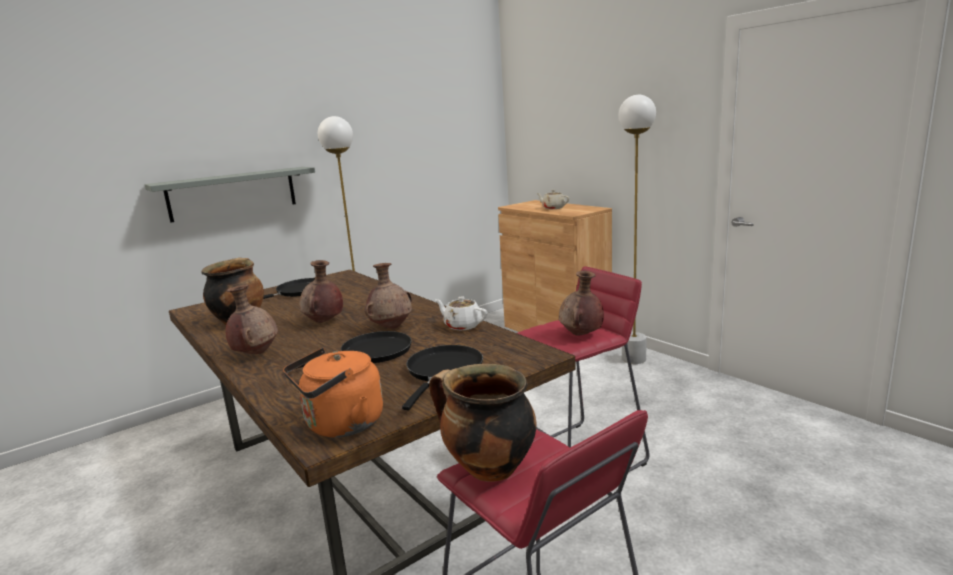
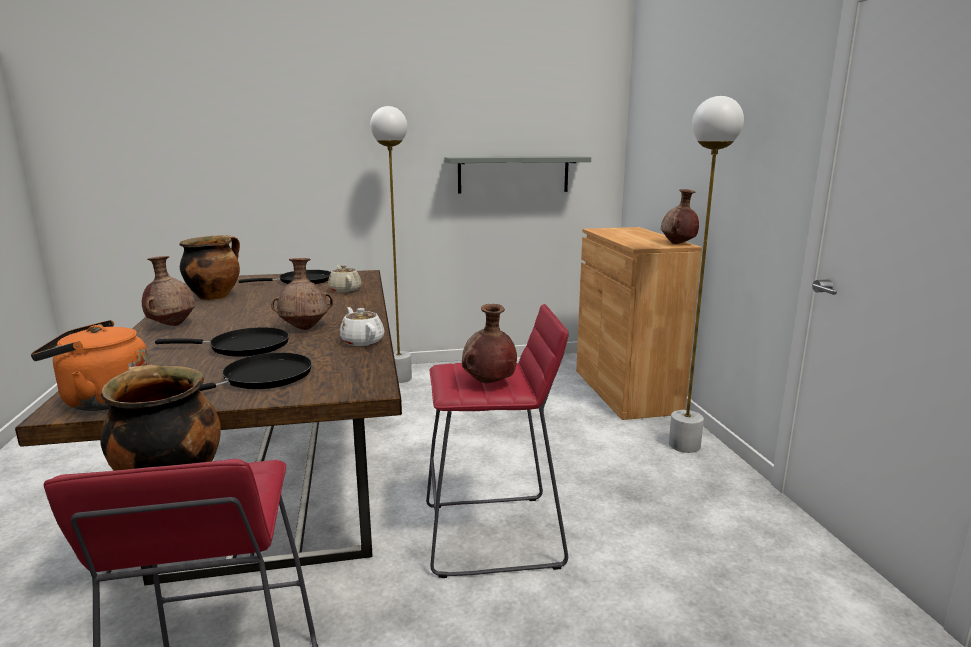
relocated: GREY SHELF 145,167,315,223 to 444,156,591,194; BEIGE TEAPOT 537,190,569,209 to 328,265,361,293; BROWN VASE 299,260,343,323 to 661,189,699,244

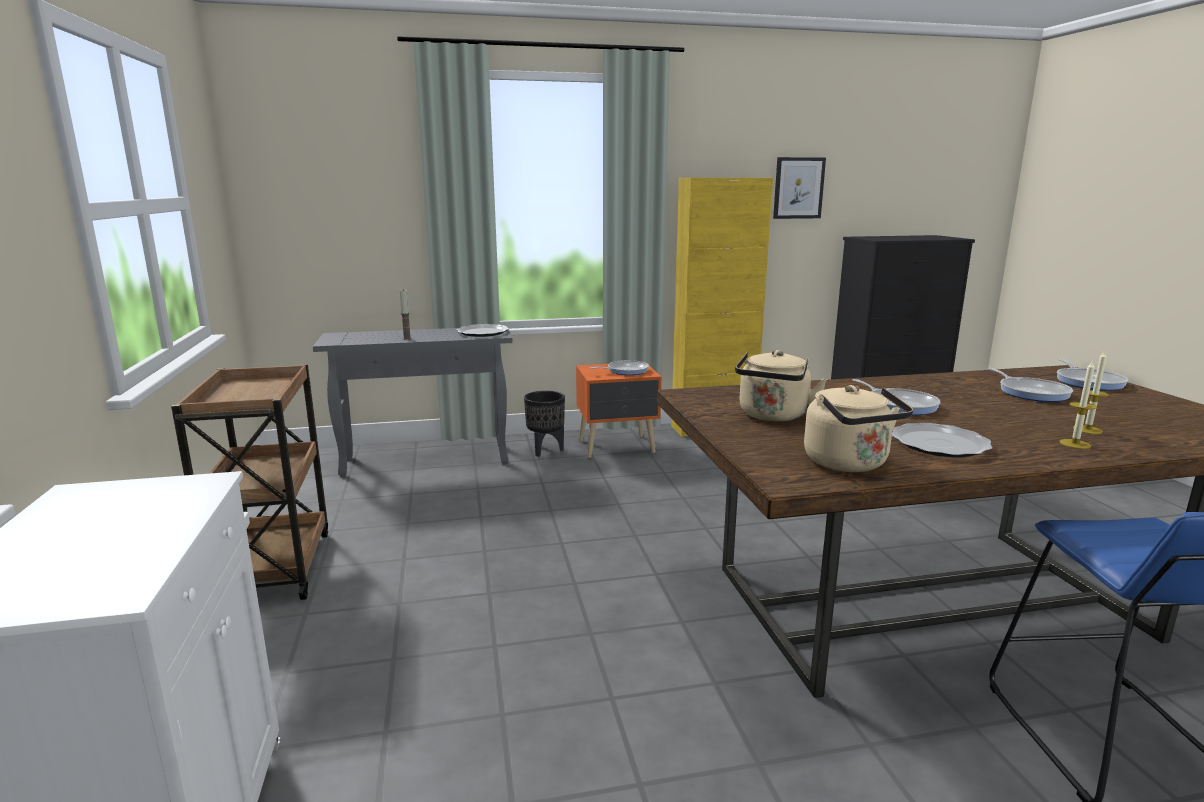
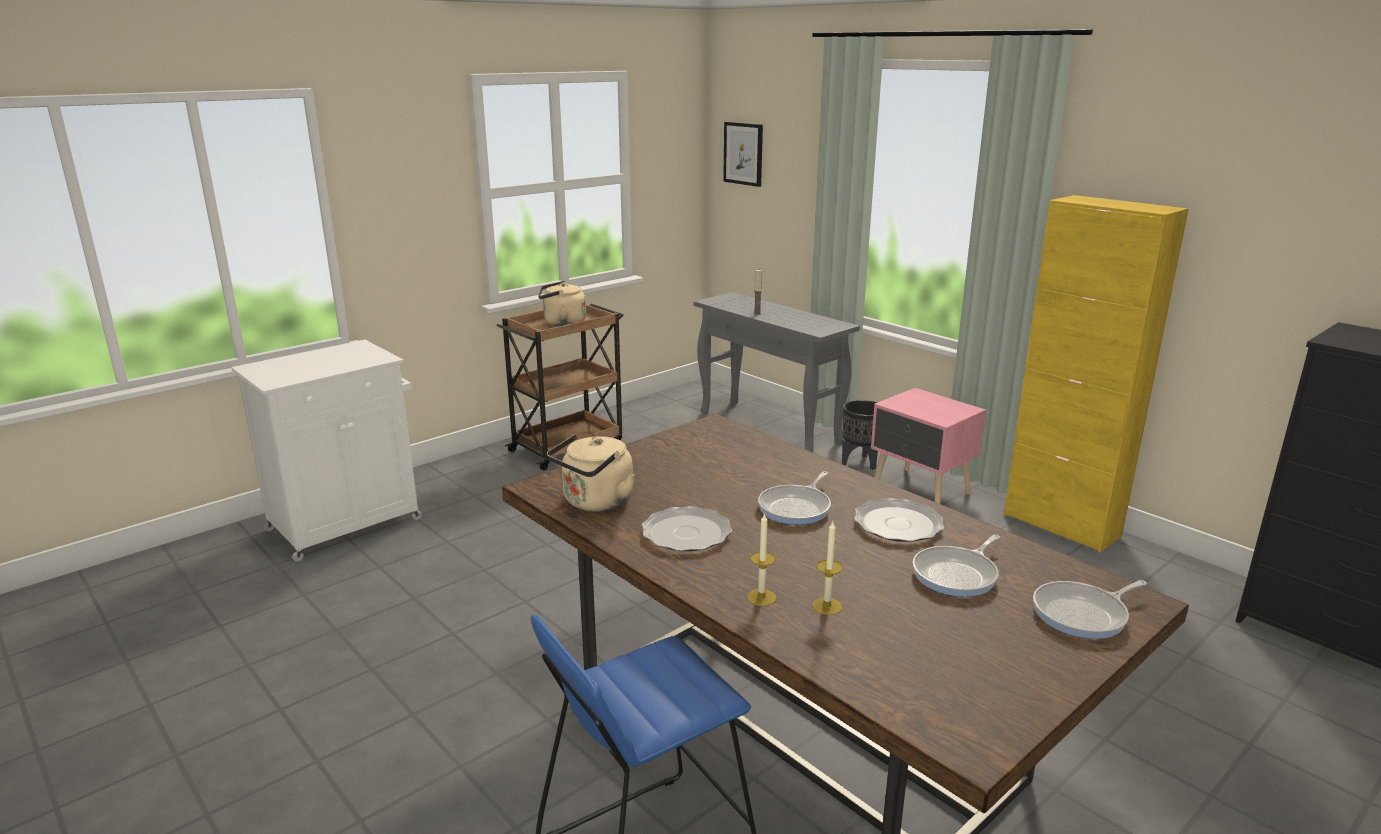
missing: FRYING PAN 590,360,649,375
relocated: PICTURE 773,157,826,219 to 723,122,763,187; PLATE 457,324,509,337 to 854,498,944,542; BEIGE KETTLE 735,350,827,422 to 538,281,586,326
colour: ORANGE NIGHTSTAND 576,362,661,458 to PINK NIGHTSTAND 871,388,986,504

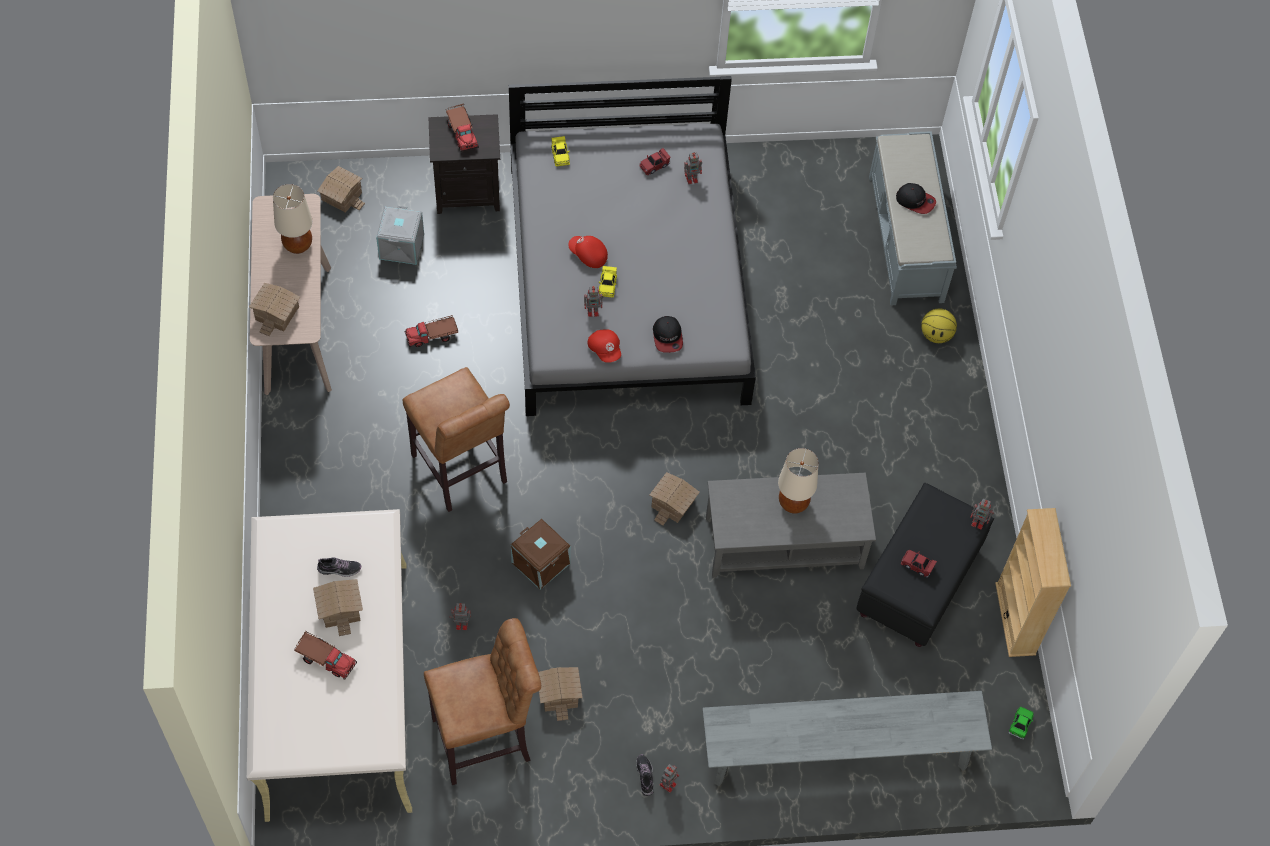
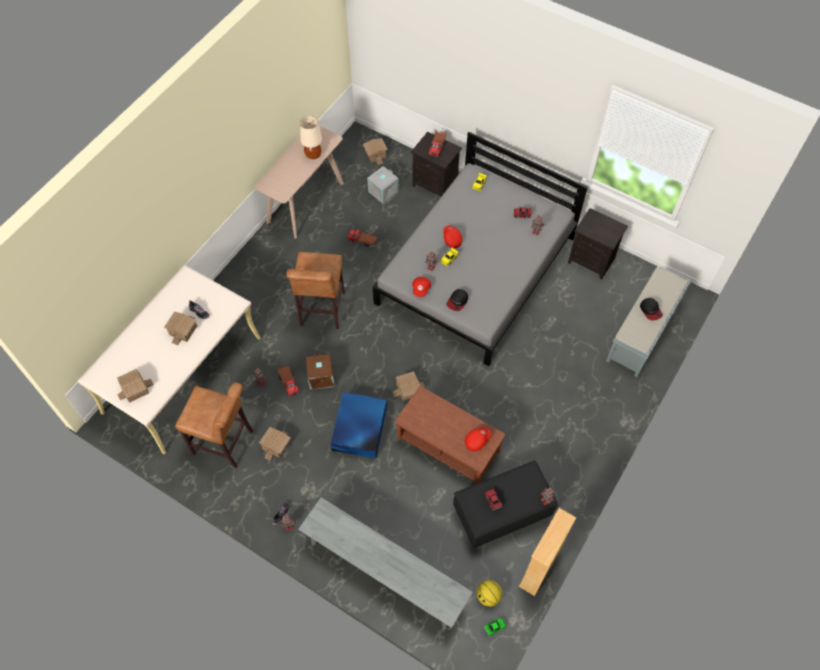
missing: BEIGE TABLE LAMP 778,448,819,514
appeared: BLACK NIGHTSTAND 568,208,628,279; BLUE STORAGE BOX 331,392,387,458; RED CAP 465,428,491,451
relocated: TOY HOUSE 249,283,300,336 to 117,369,154,403; BASKETBALL 921,308,957,343 to 477,580,502,607; TOY TRUCK 294,631,357,679 to 277,364,300,397
colour: GREY COFFEE TABLE 706,473,876,578 to BROWN COFFEE TABLE 395,386,506,484

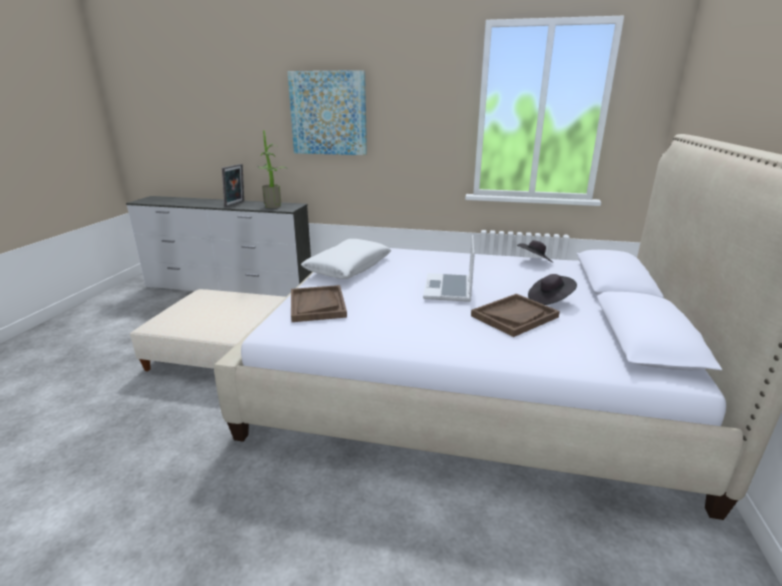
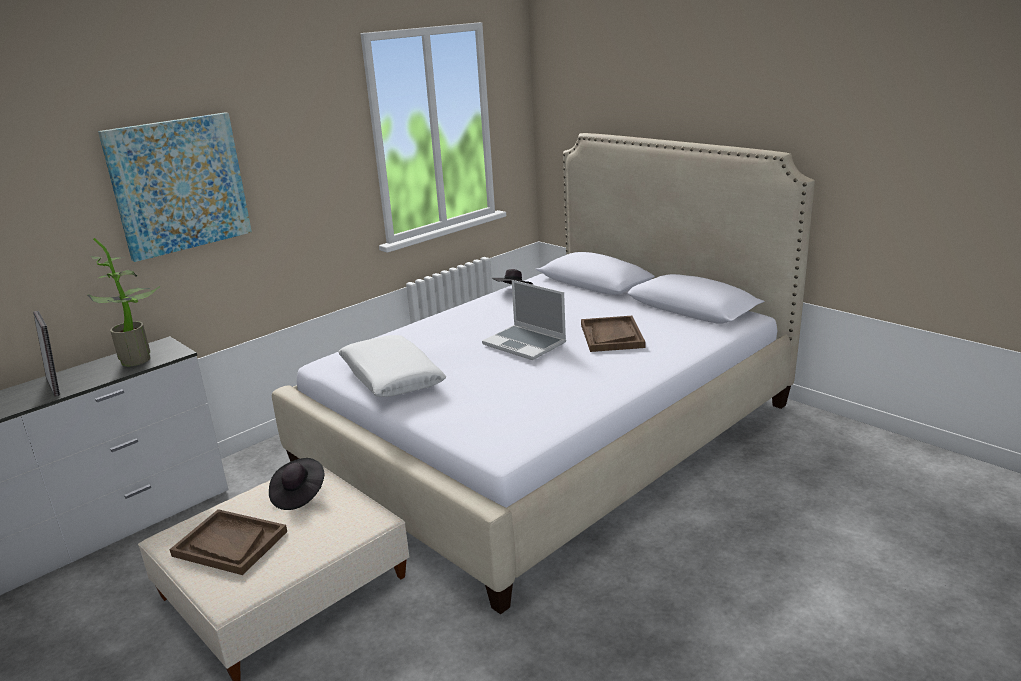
relocated: BLACK HAT 528,274,577,305 to 269,458,324,510; BROWN TRAY 291,285,347,322 to 170,509,287,575

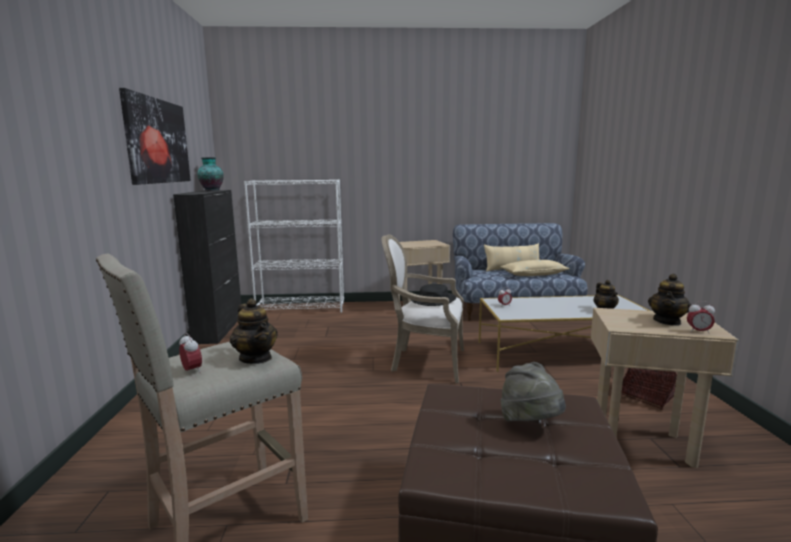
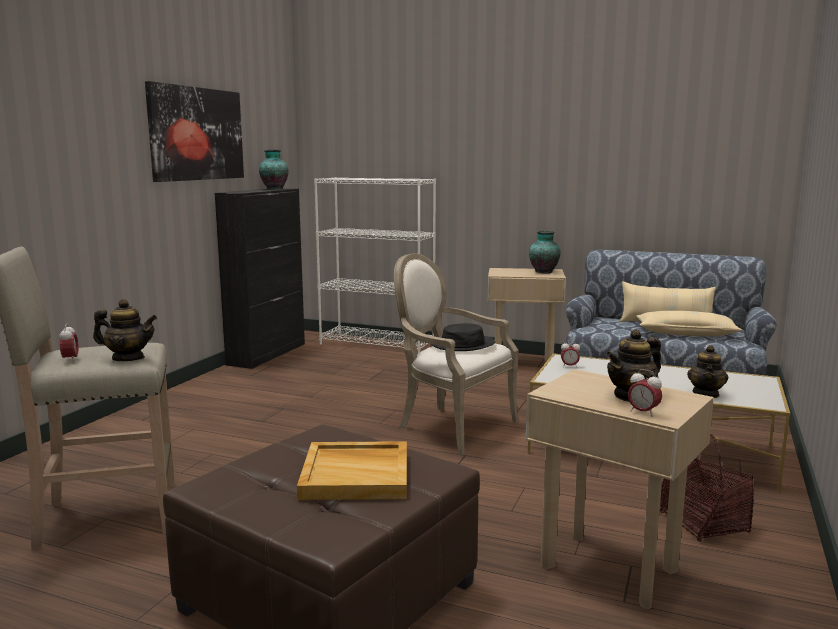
appeared: VASE 529,231,560,274
exchanged: GREY HAT 500,362,566,421 to BEIGE TRAY 297,441,407,500
spun: TEAPOT 230,298,278,364 = 93,299,157,361 75 degrees counterclockwise

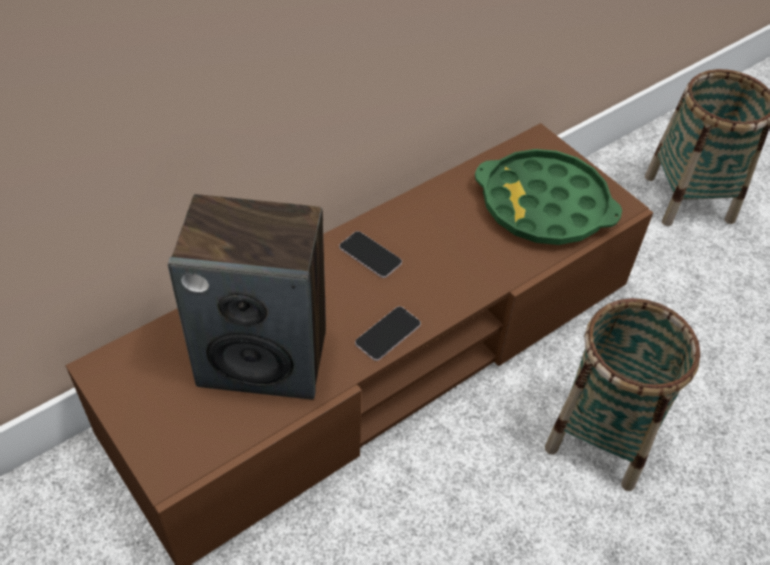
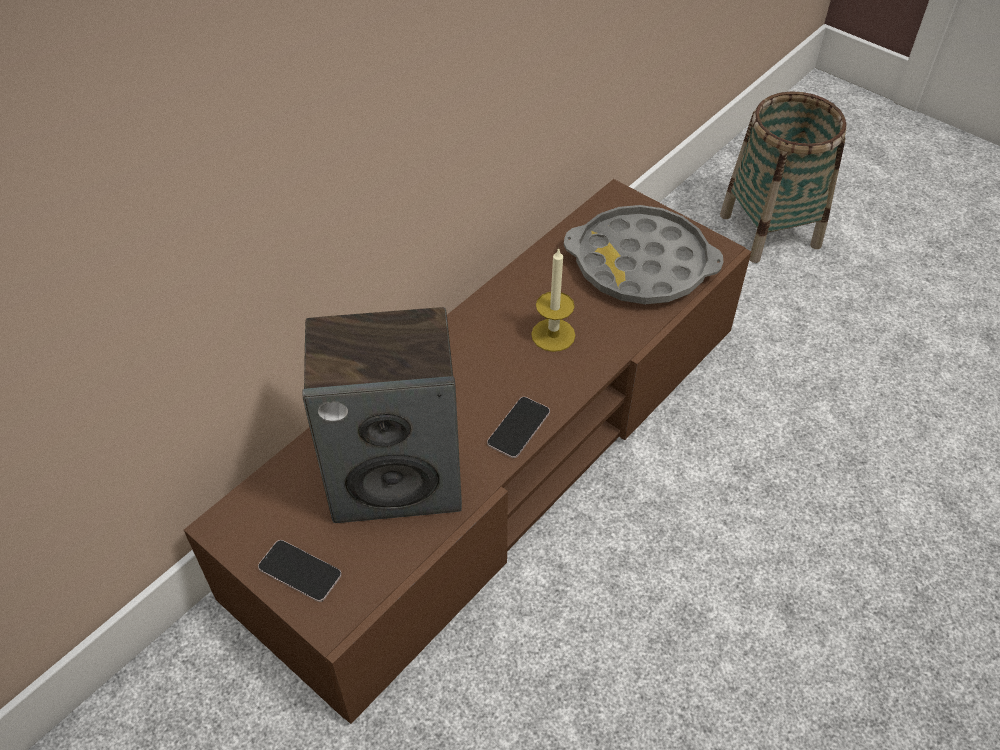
missing: BASKET 545,298,700,491
appeared: CANDLE 531,248,575,352
relocated: PHONE 339,231,402,278 to 258,540,342,602
colour: GREEN TRAY 475,149,622,245 to GREY TRAY 564,205,723,304

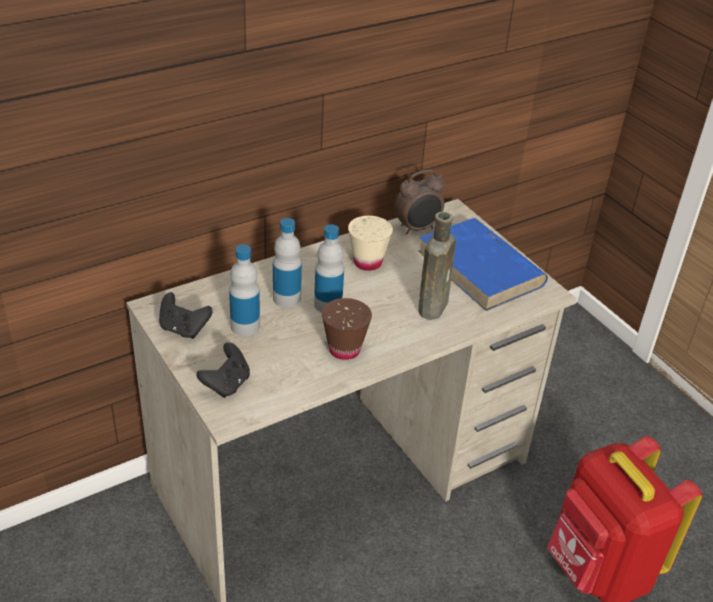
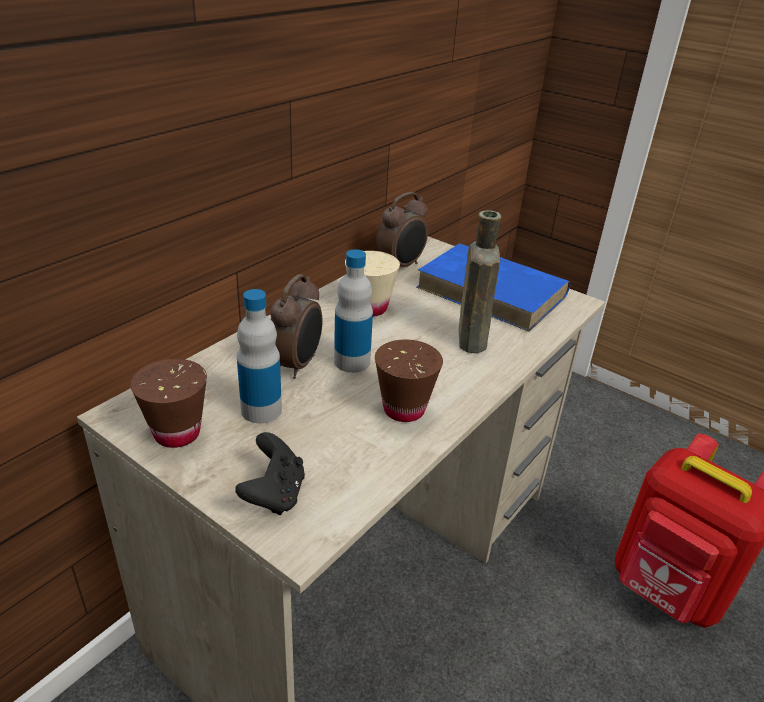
exchanged: BOTTLE 273,218,302,307 to ALARM CLOCK 270,274,322,379; BLACK GAME CONTROLLER 159,292,213,339 to BROWN CUP 130,359,207,448

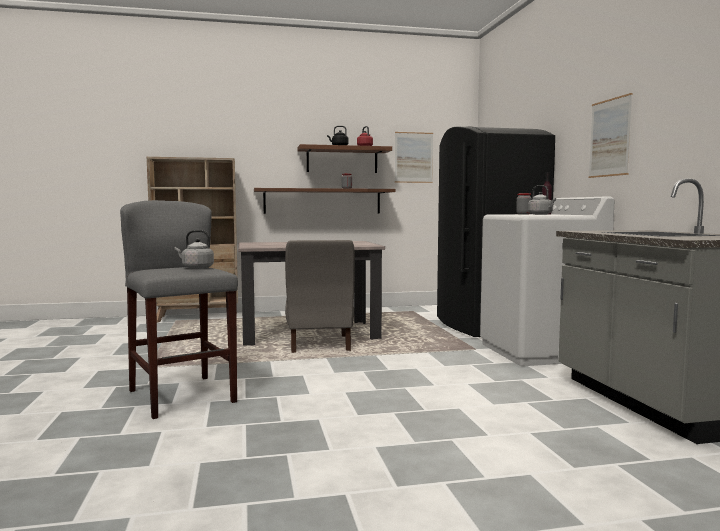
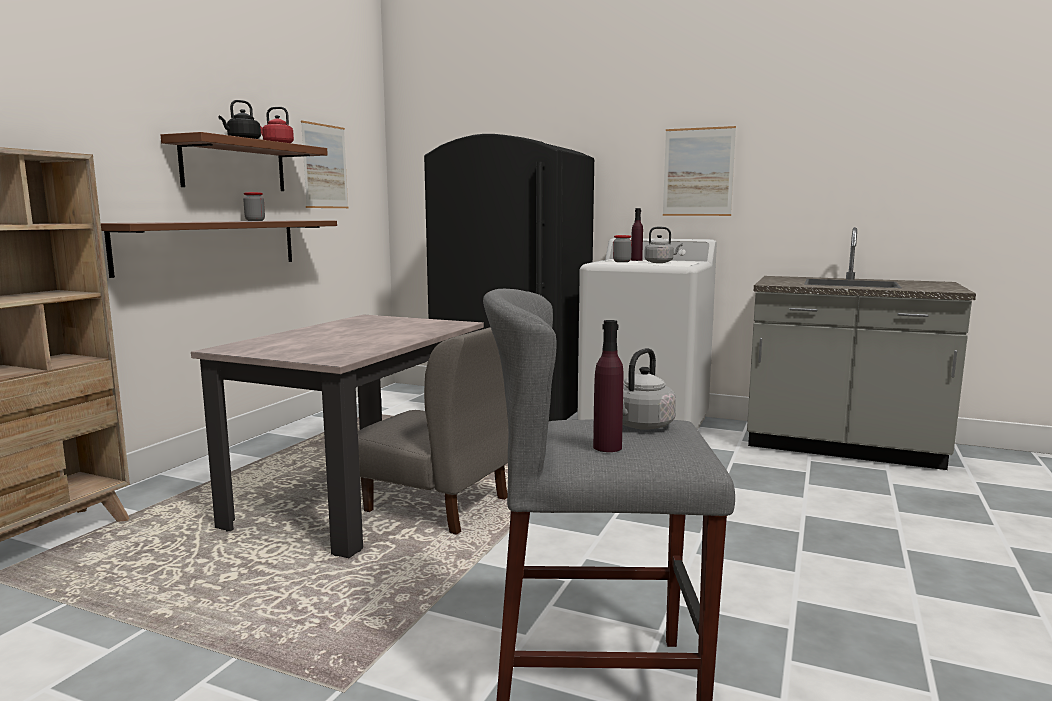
appeared: PURPLE BOTTLE 593,320,624,452

